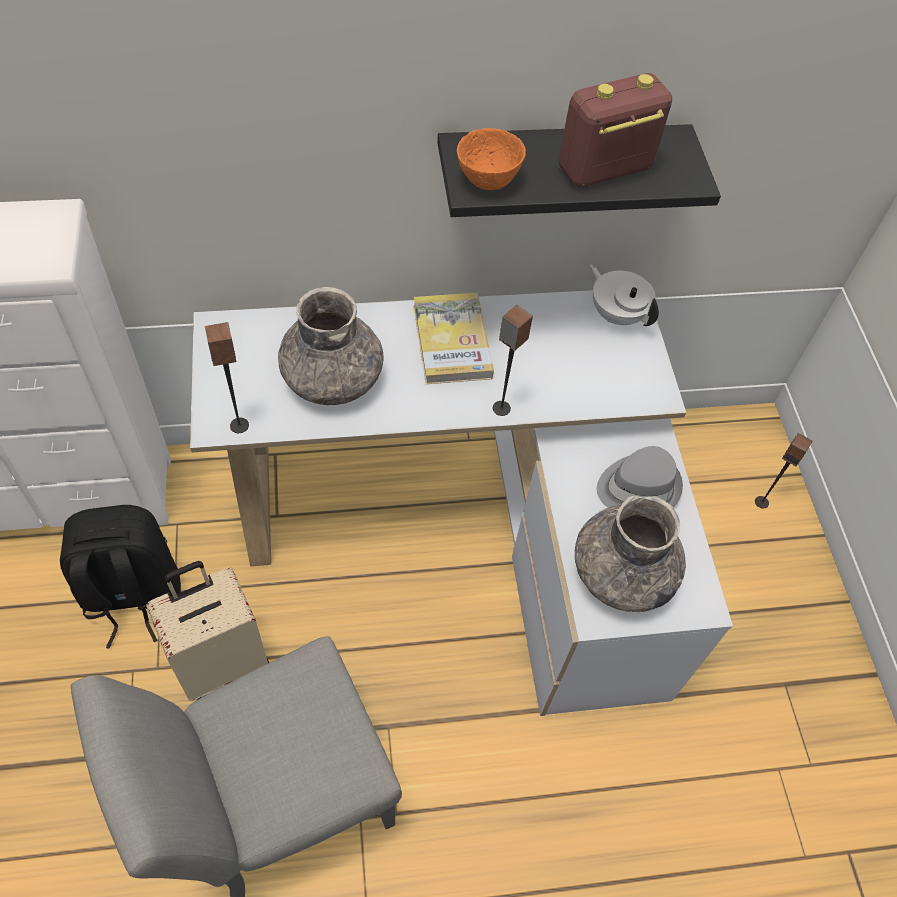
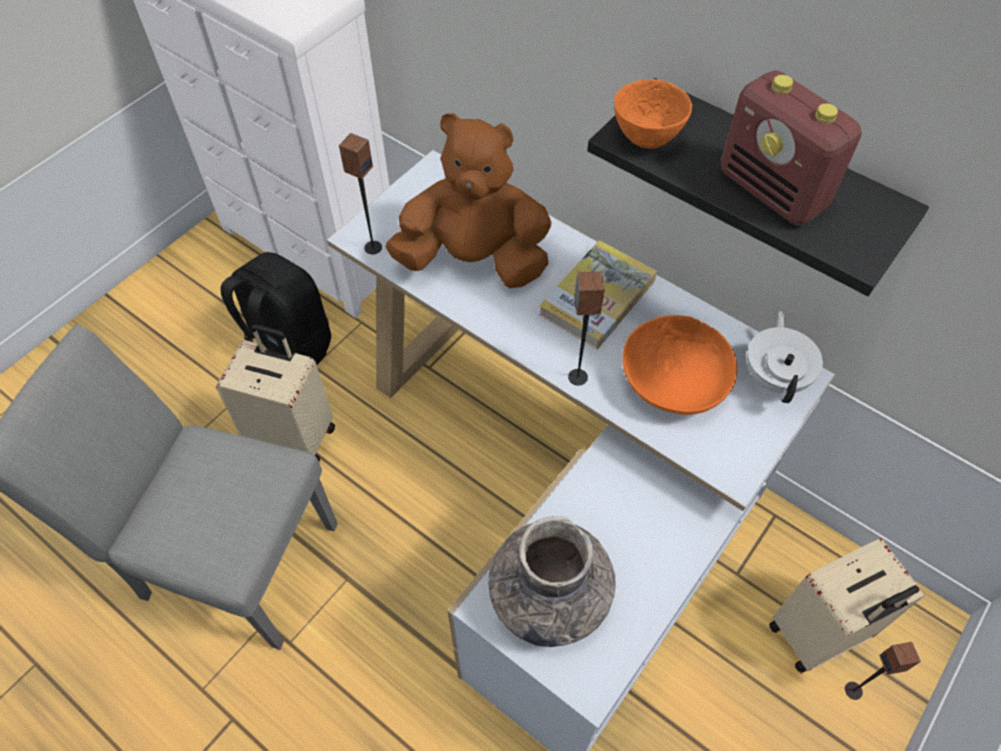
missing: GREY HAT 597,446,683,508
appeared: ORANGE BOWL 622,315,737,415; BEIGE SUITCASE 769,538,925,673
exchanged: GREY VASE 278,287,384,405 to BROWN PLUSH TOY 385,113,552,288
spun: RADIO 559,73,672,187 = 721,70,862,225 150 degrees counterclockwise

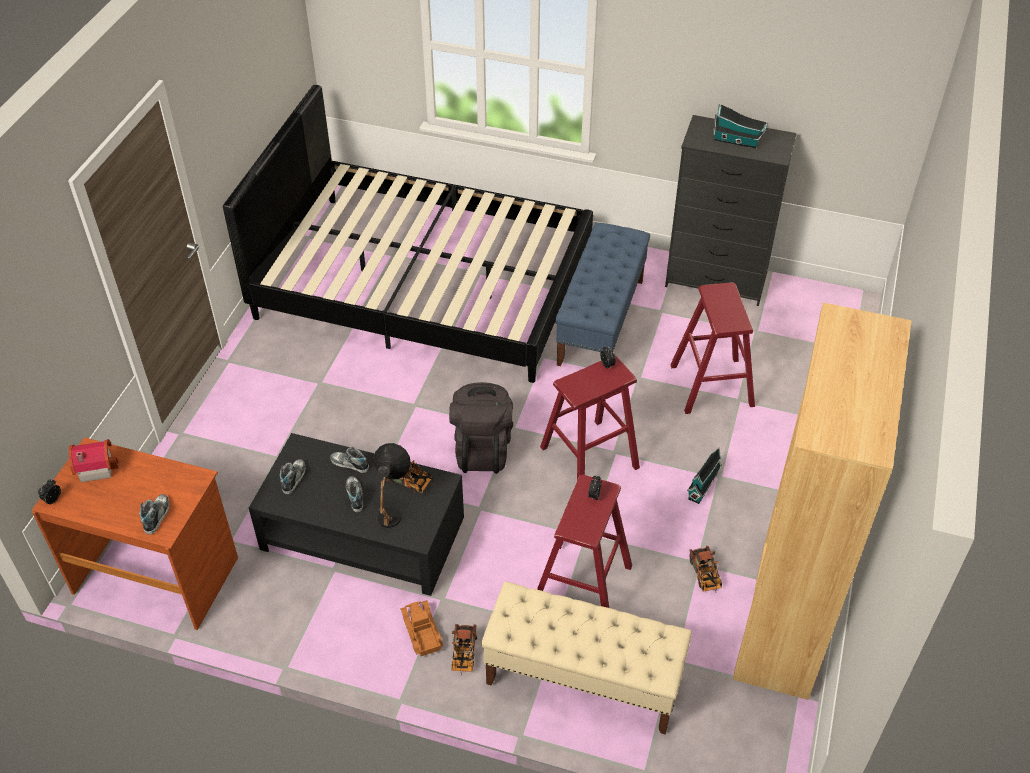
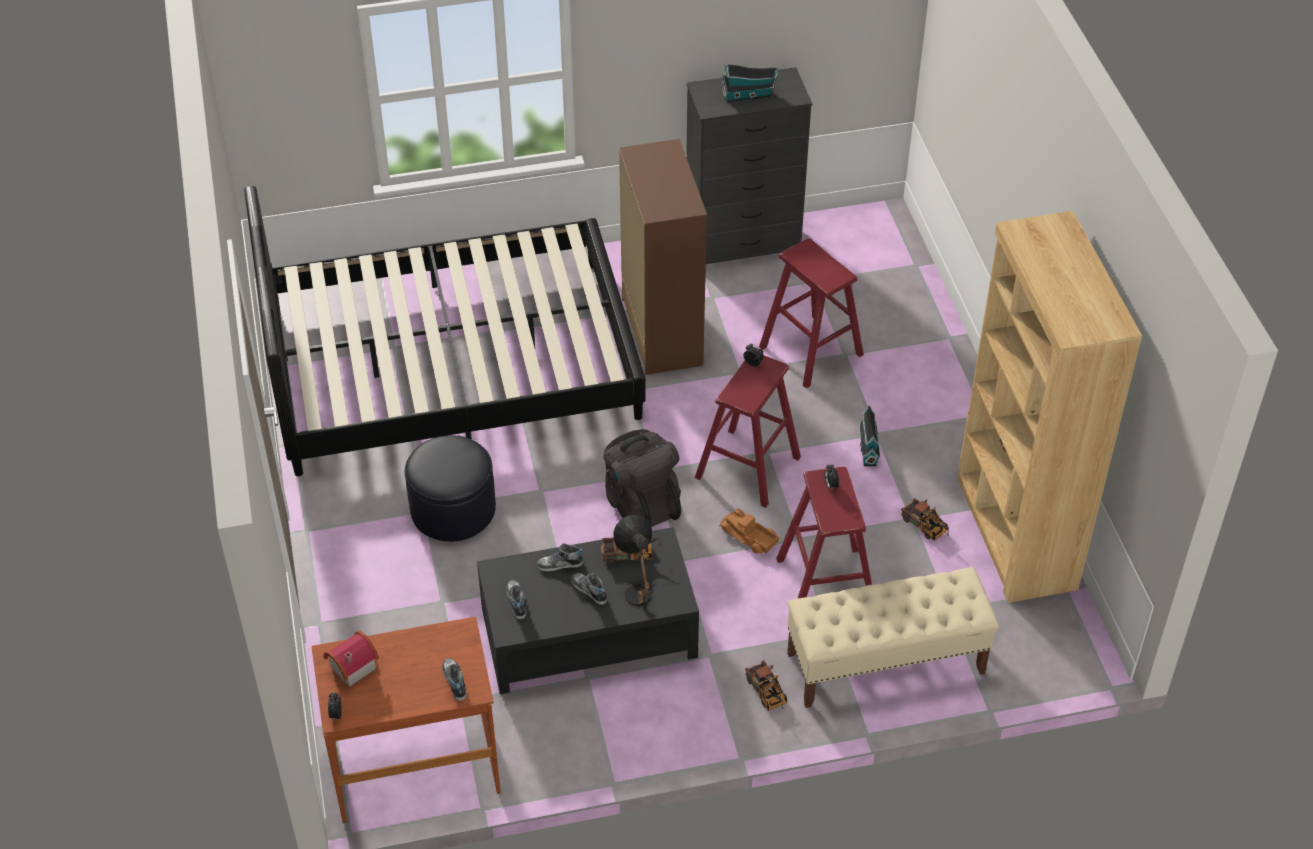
appeared: BLACK OTTOMAN 405,435,496,542
relocated: TOY TRUCK 400,600,443,656 to 719,509,779,554
exchanged: BLUE BENCH 555,223,650,366 to BROWN DRESSER 619,139,707,375

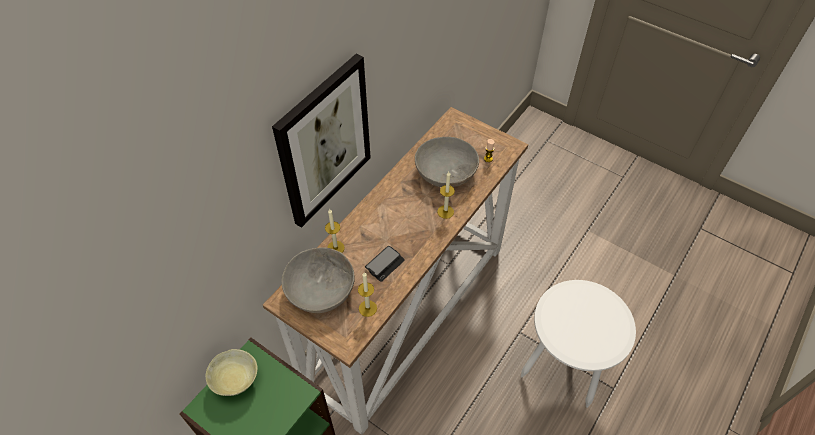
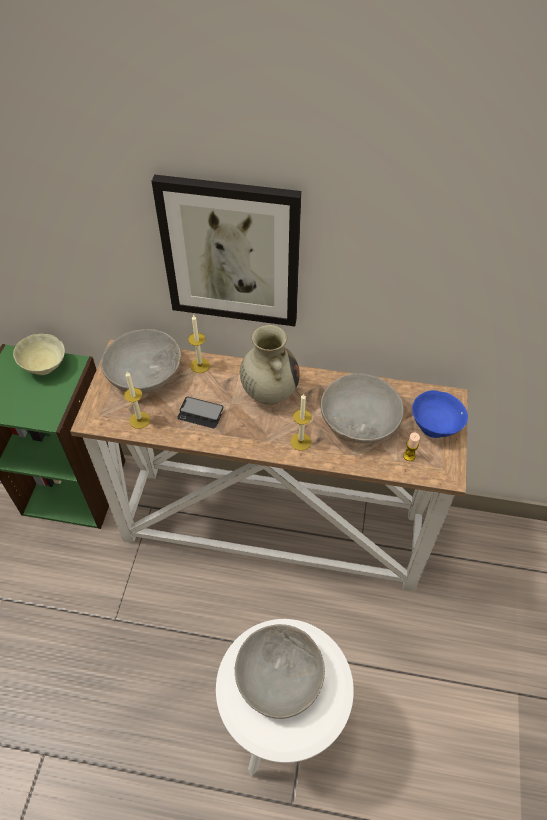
appeared: BEIGE VASE 240,325,300,405; BLUE BOWL 412,390,468,438; GREY BOWL 235,624,325,719

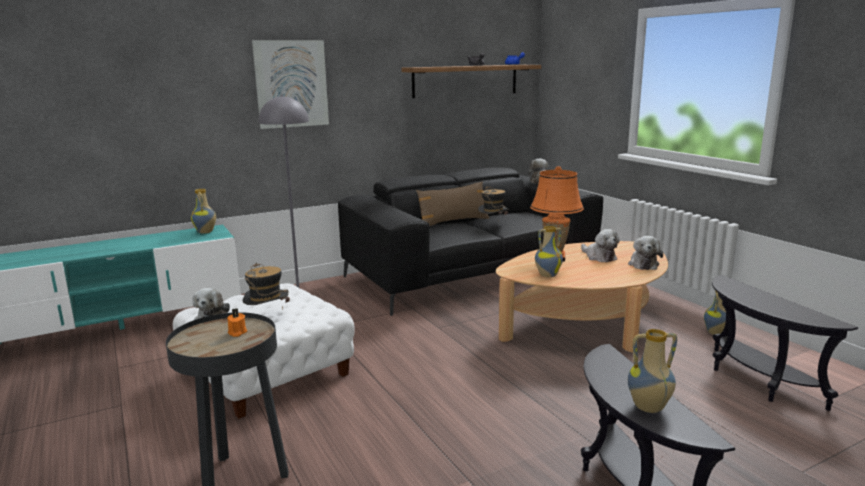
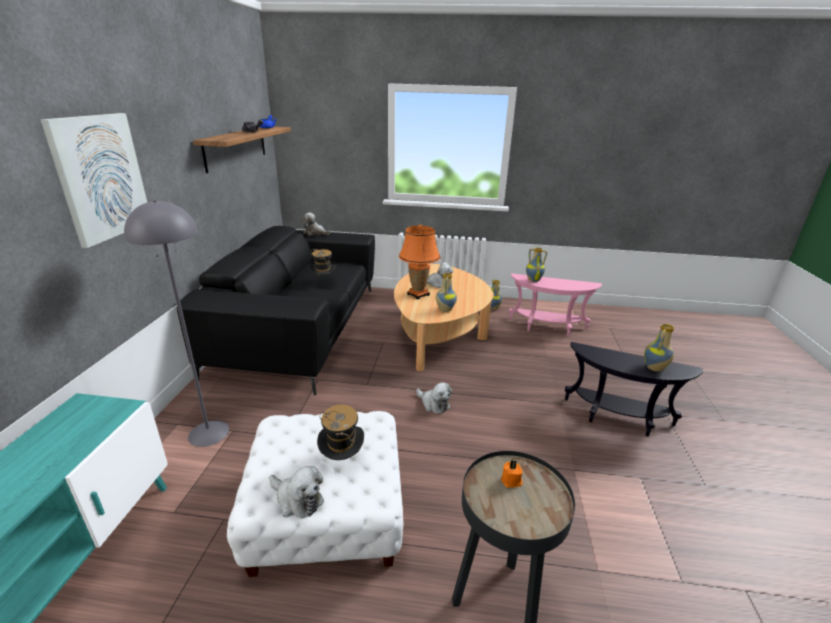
missing: BROWN PILLOW 416,181,489,226
relocated: VASE 191,189,216,234 to 526,248,547,282; PLUSH TOY 628,236,663,270 to 416,382,452,414
colour: BLACK SIDE TABLE 712,275,858,411 to PINK SIDE TABLE 509,273,602,336

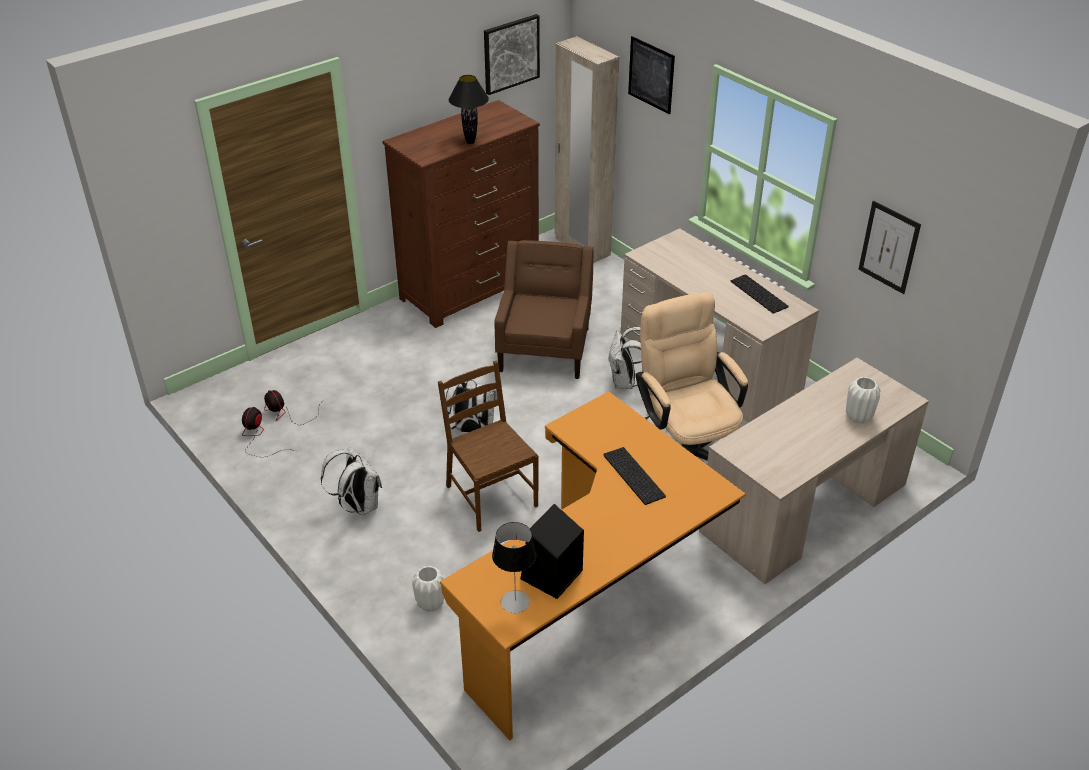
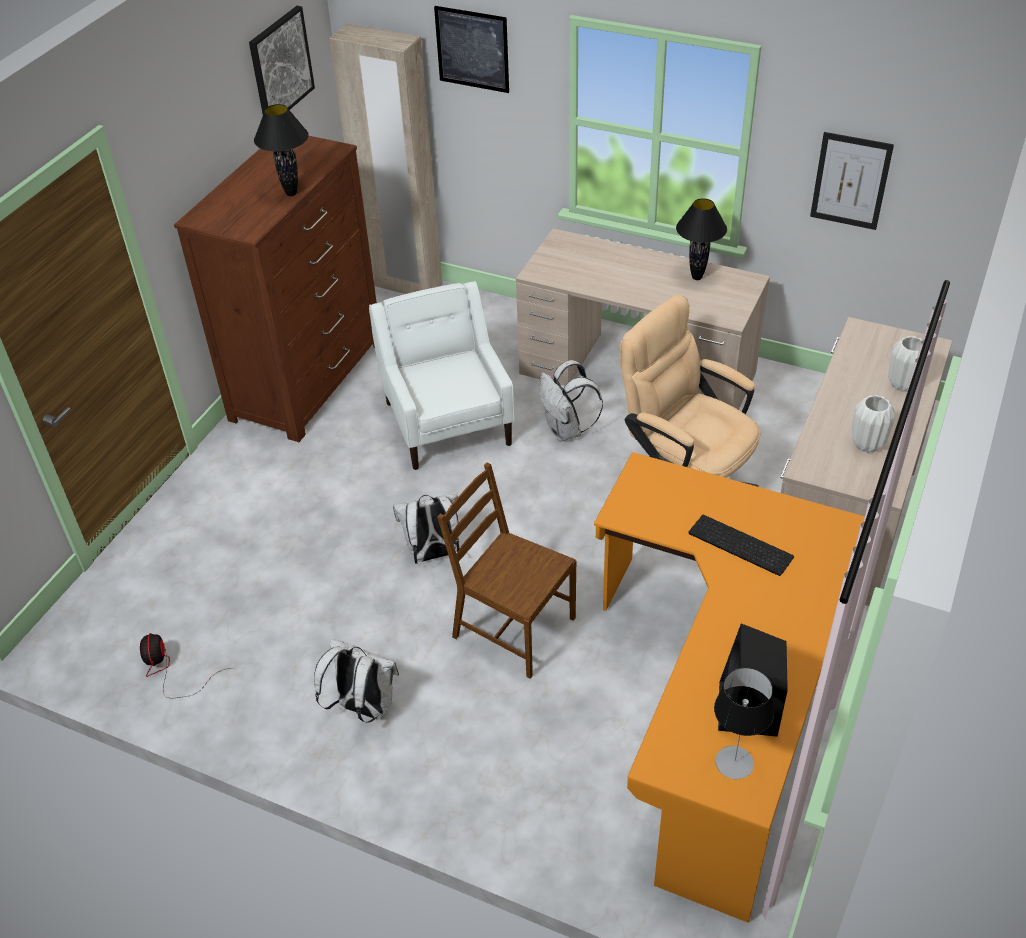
missing: FAN 264,390,324,425
relocated: WHITE VASE 412,566,445,612 to 852,395,895,453
exchanged: KEYBOARD 730,274,789,314 to BLACK TABLE LAMP 676,198,727,280
colour: BROWN ARMCHAIR 494,240,594,379 to WHITE ARMCHAIR 369,281,515,470

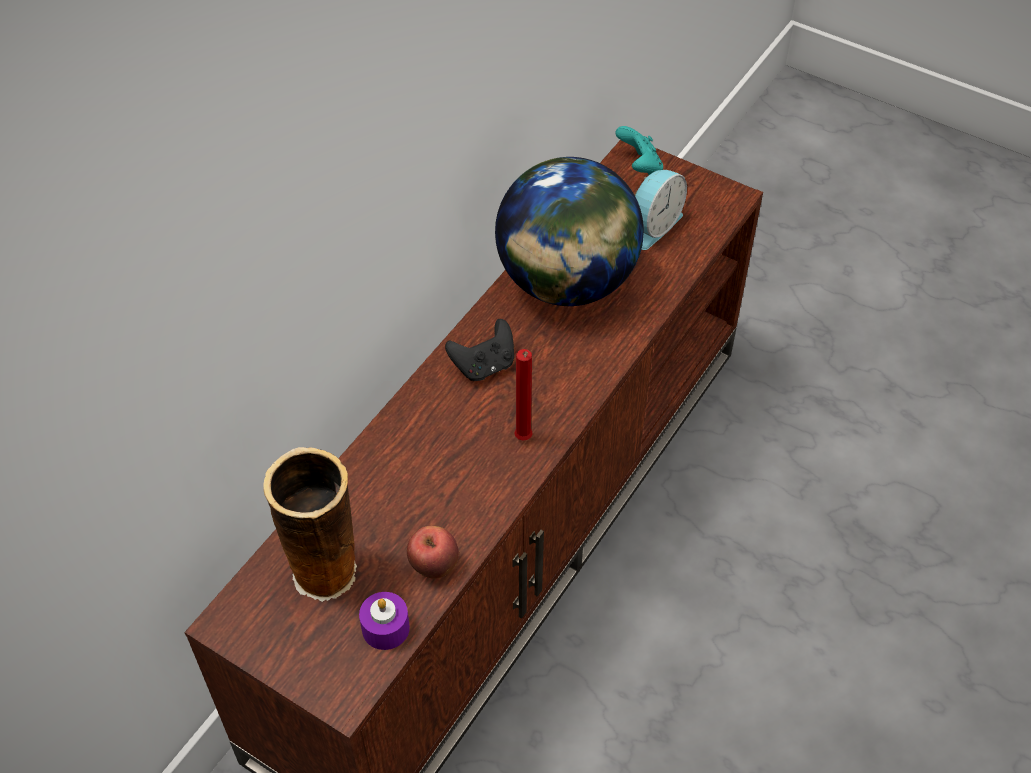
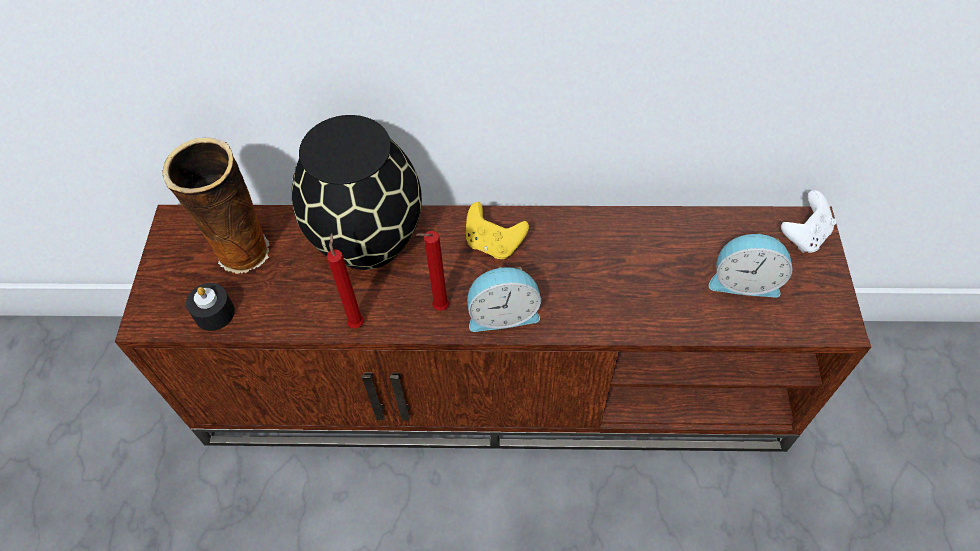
missing: GLOBE 495,157,644,306; APPLE 407,526,459,579
appeared: BLACK VASE 291,115,422,270; RED CANDLE 327,233,364,328; ALARM CLOCK 467,267,541,332
colour: TURQUOISE GAME CONTROLLER 615,126,663,175 to WHITE GAME CONTROLLER 781,190,836,253; BLACK GAME CONTROLLER 445,319,514,381 to YELLOW GAME CONTROLLER 466,202,529,259; PURPLE CANDLE 359,592,410,650 to BLACK CANDLE 186,283,235,331

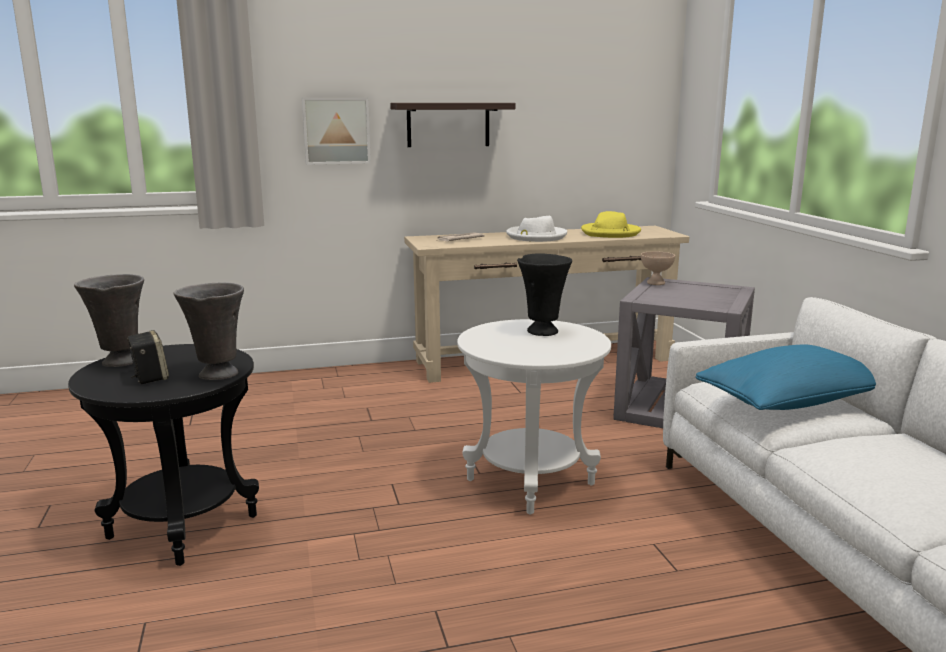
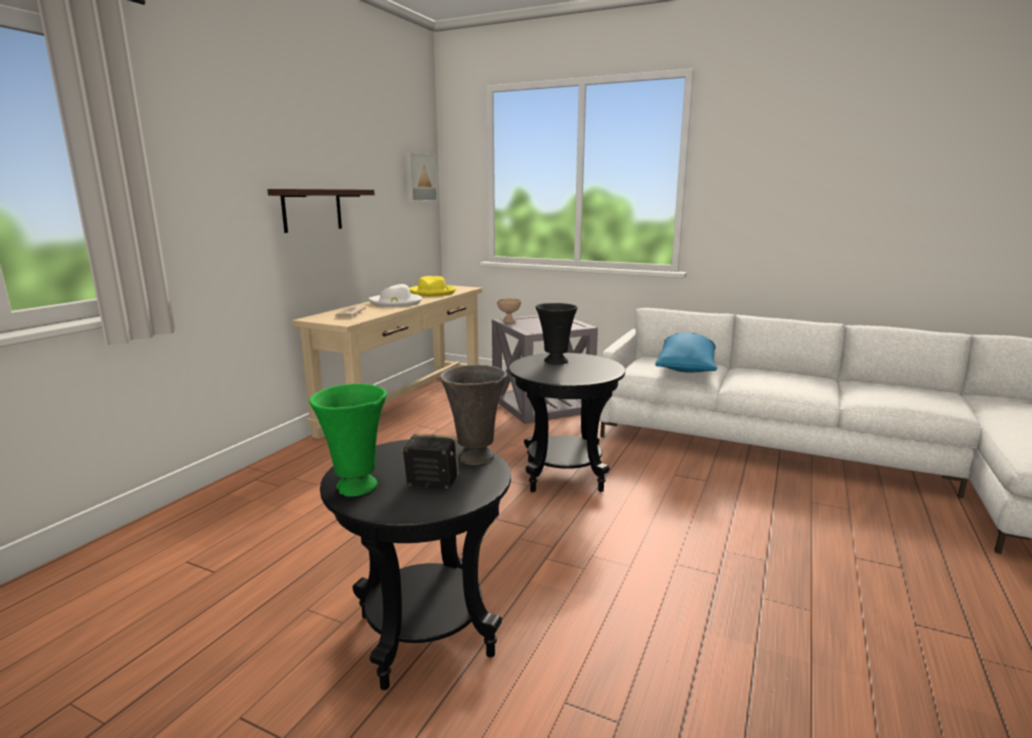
relocated: PICTURE 302,98,371,165 to 405,152,438,202
colour: GREY VASE 74,274,144,367 to GREEN VASE 309,384,387,497; WHITE SIDE TABLE 457,319,611,515 to BLACK SIDE TABLE 509,353,625,492

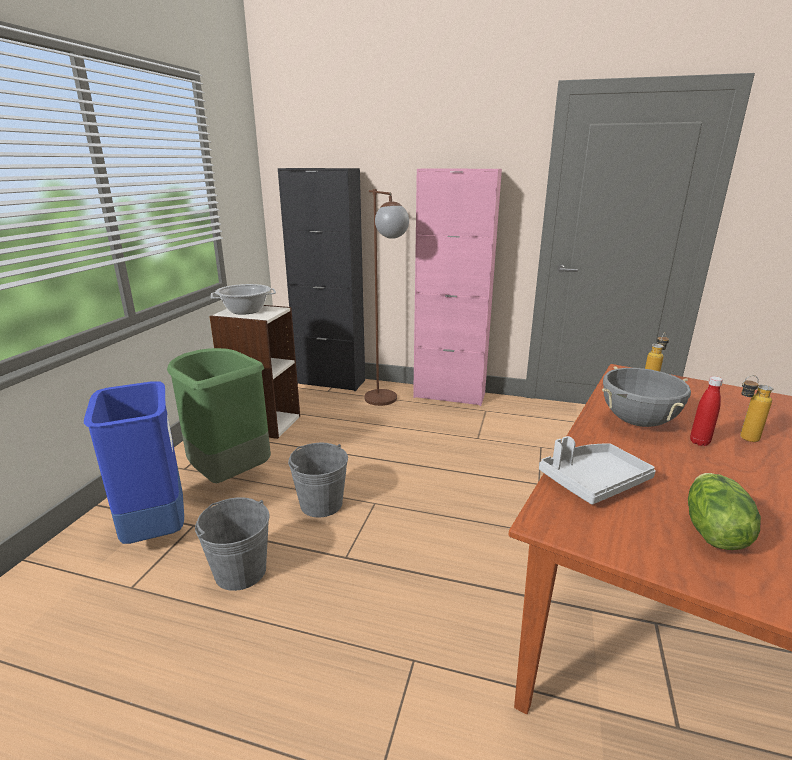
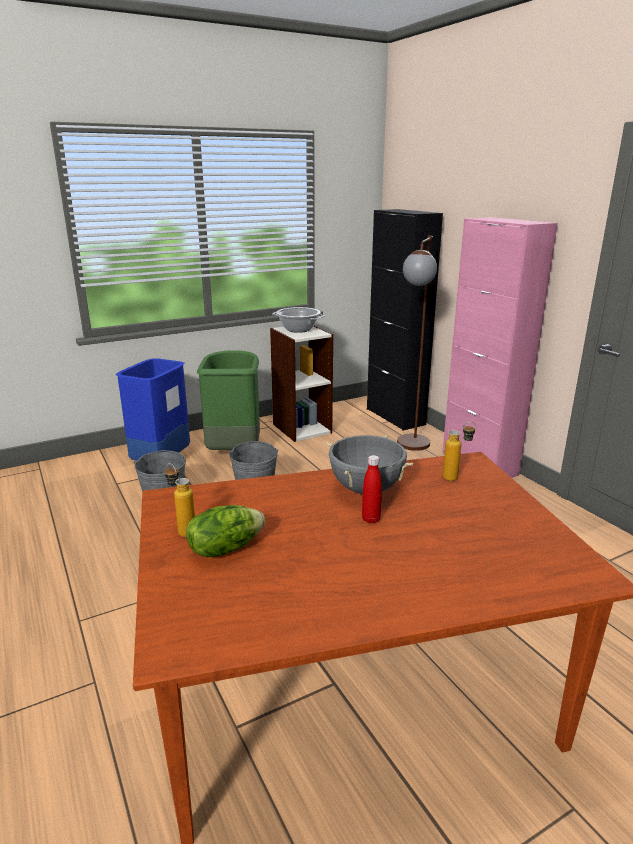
missing: GREY TRAY 539,436,656,505
relocated: BOTTLE 740,375,773,442 to 165,463,195,537

